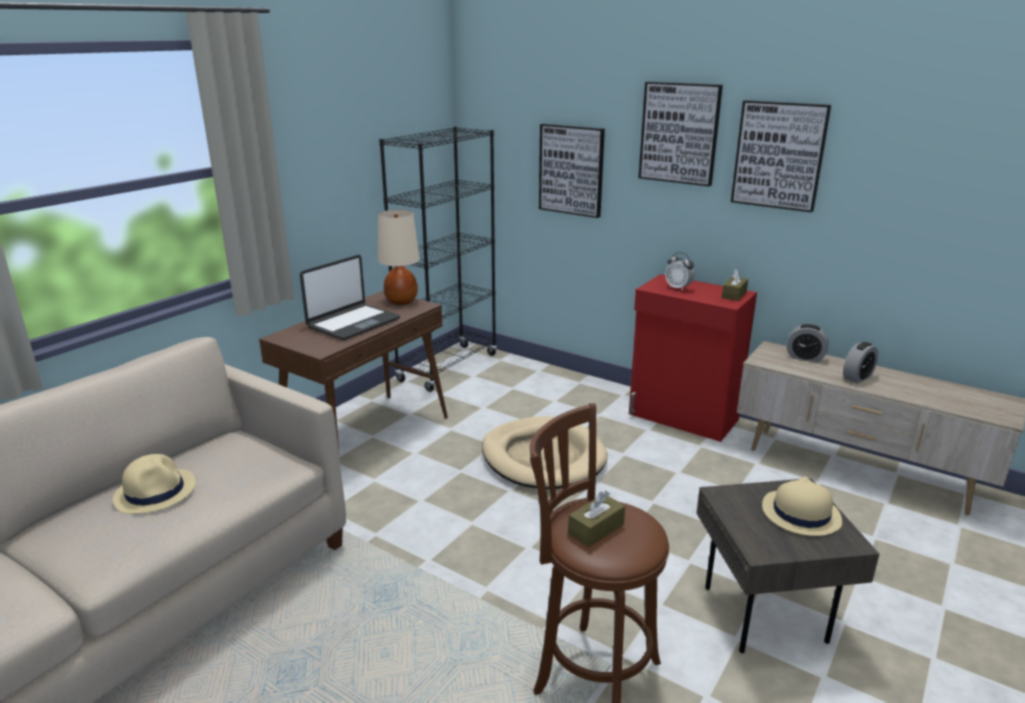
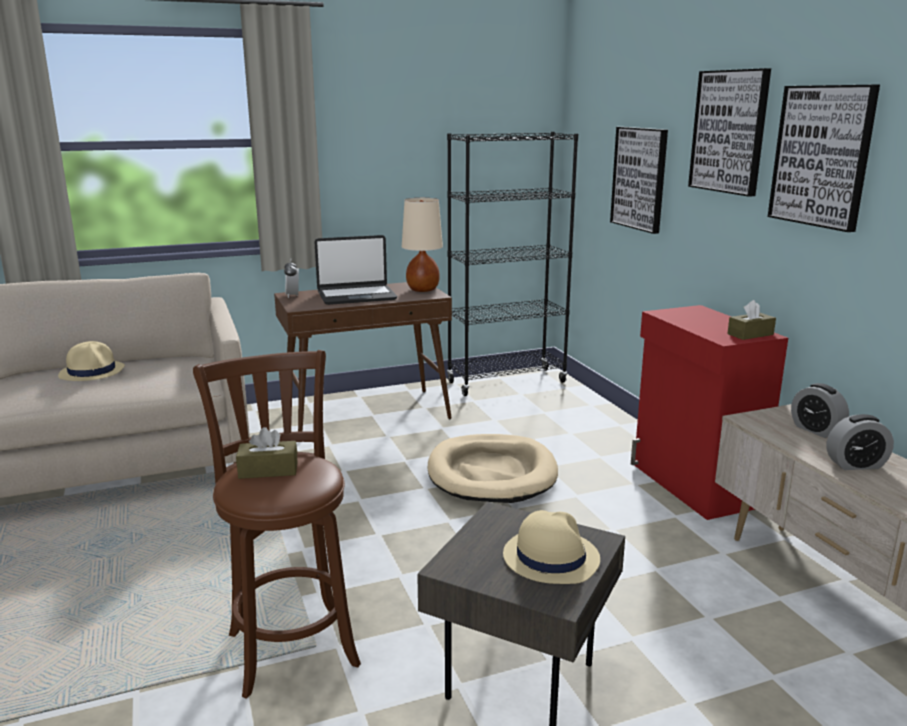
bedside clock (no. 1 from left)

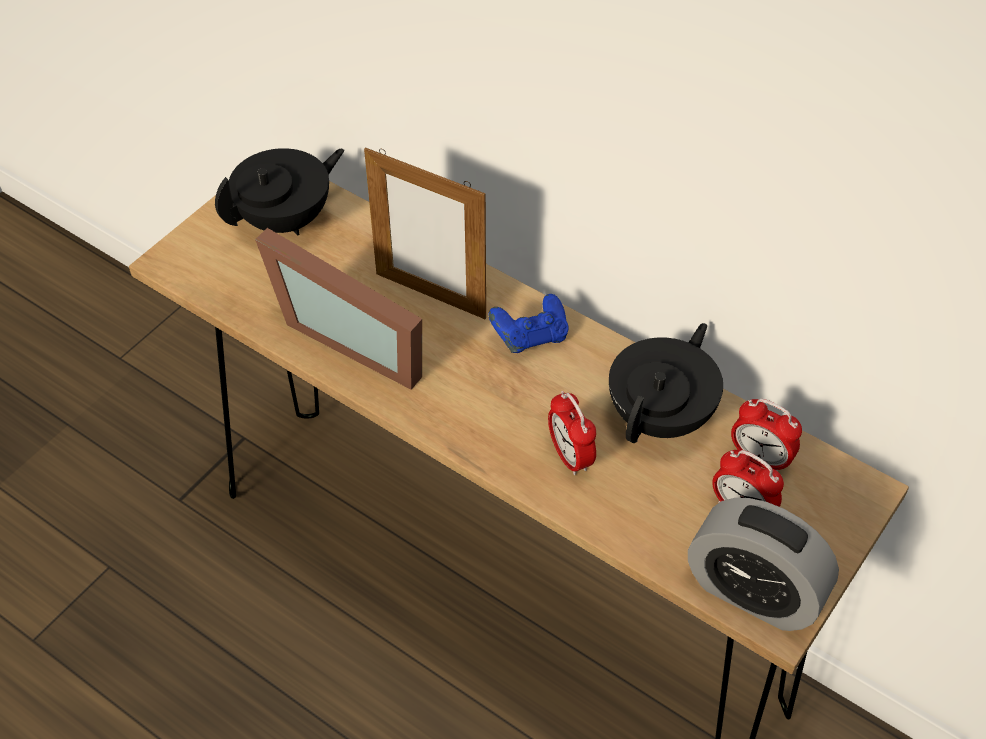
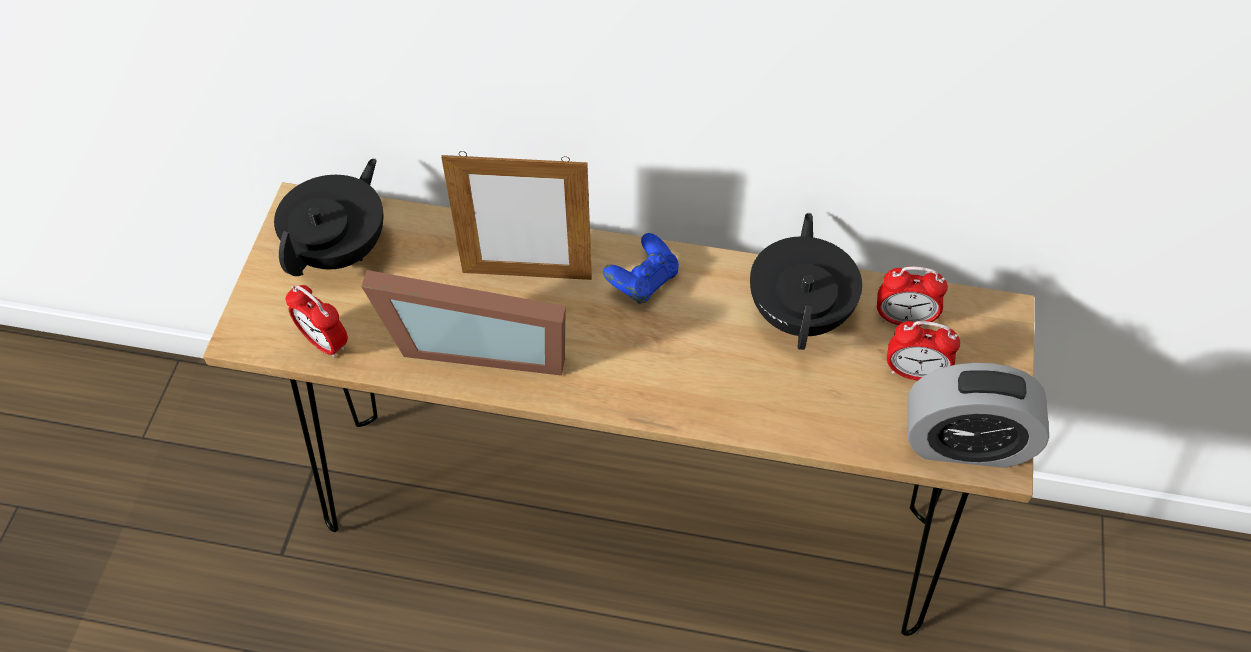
bedside clock (no. 1 from left)

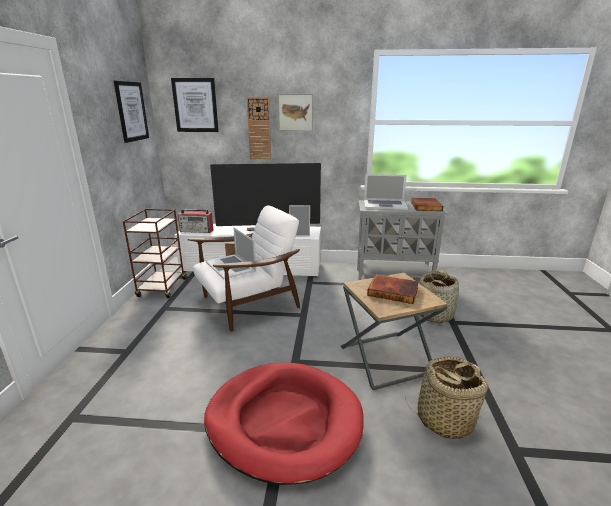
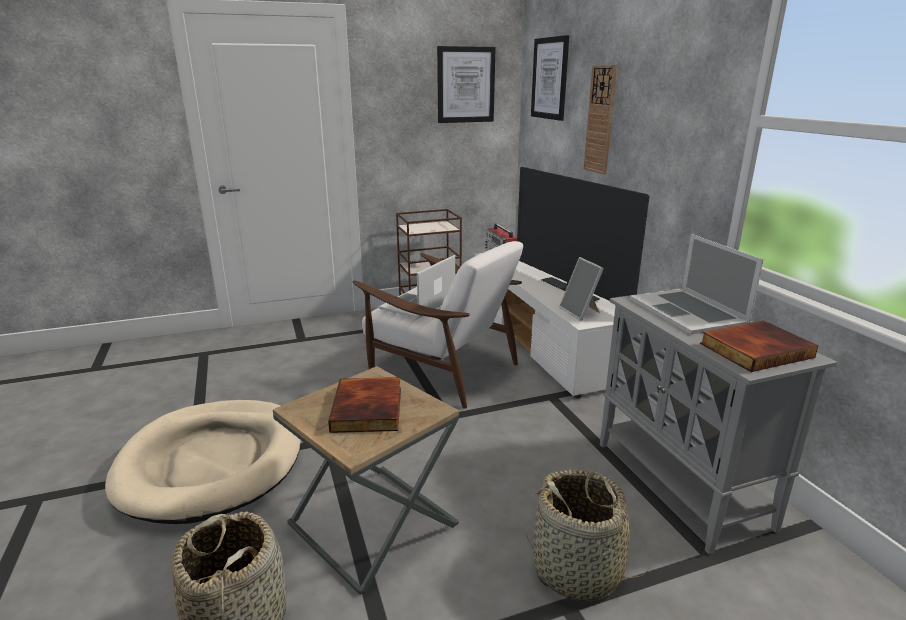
sand-coloured dog cushion
wall picture (no. 3 from left in the first image)

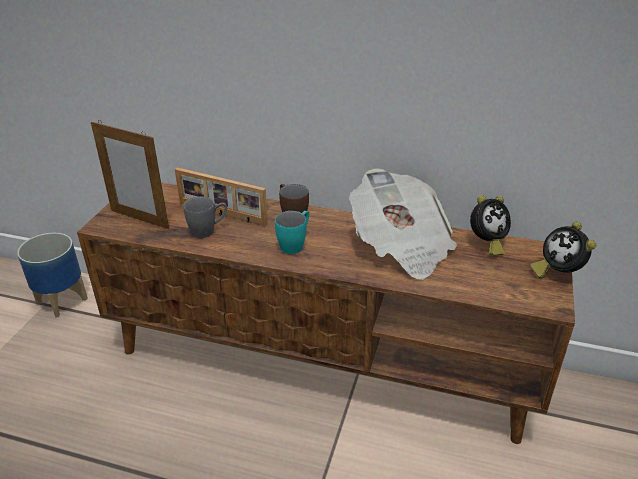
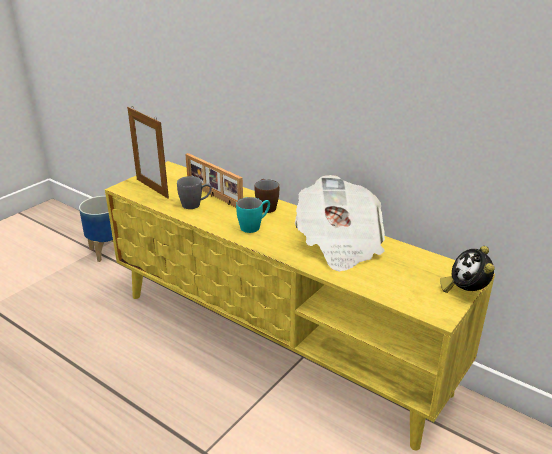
yellow tv unit
bedside clock (no. 1 from left in the first image)

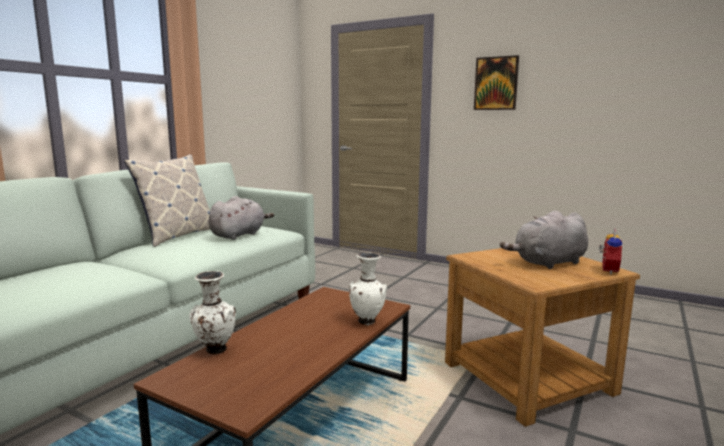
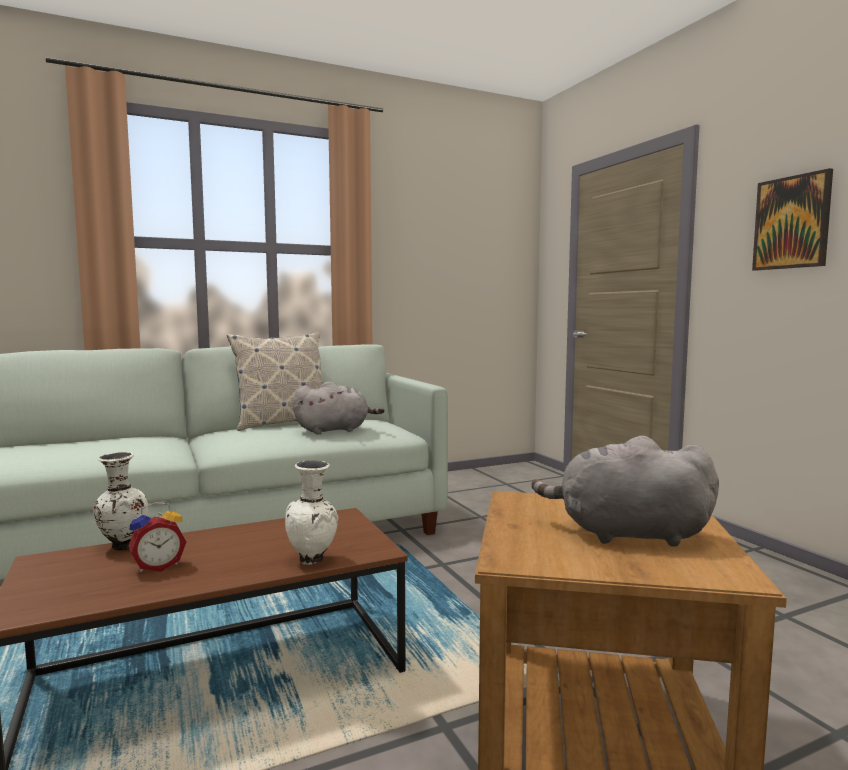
bedside clock

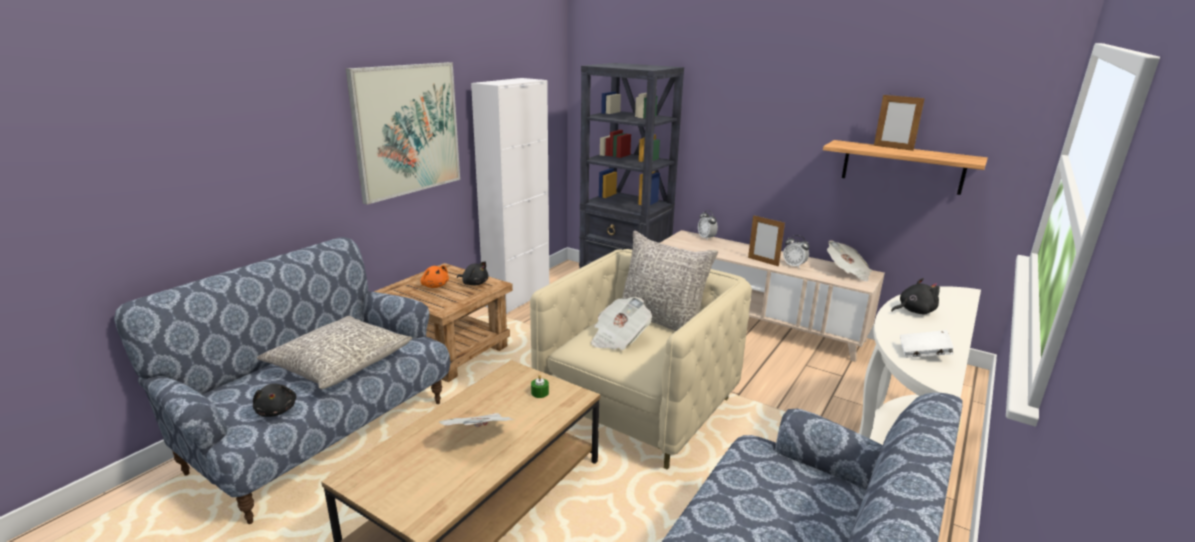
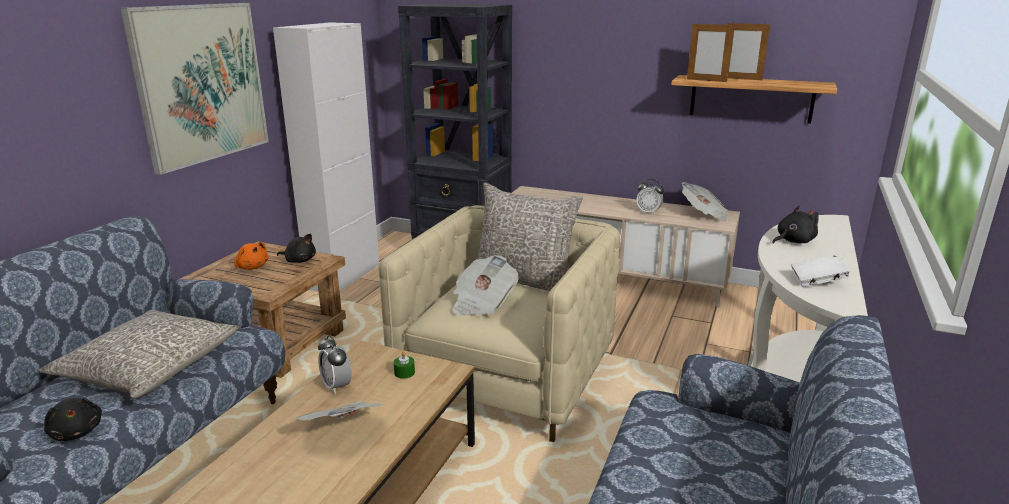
bedside clock (no. 1 from left)
standing frame (no. 1 from left)

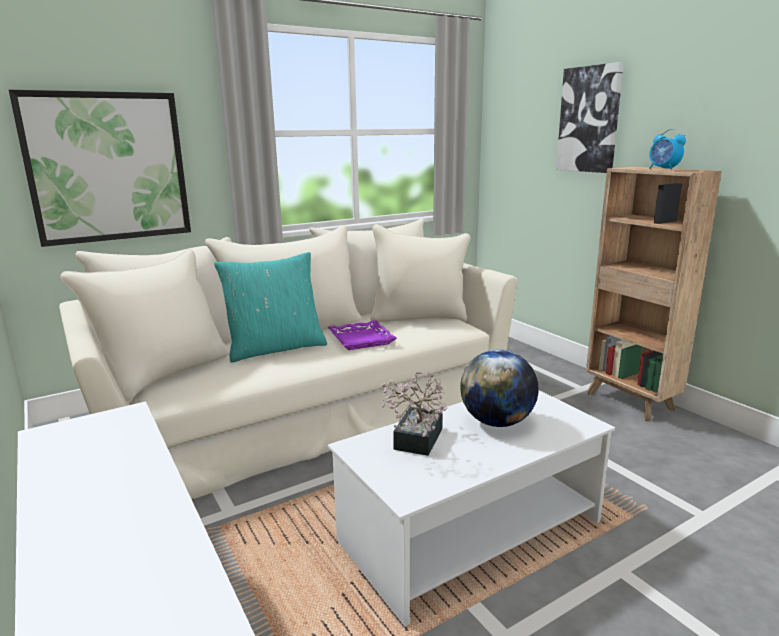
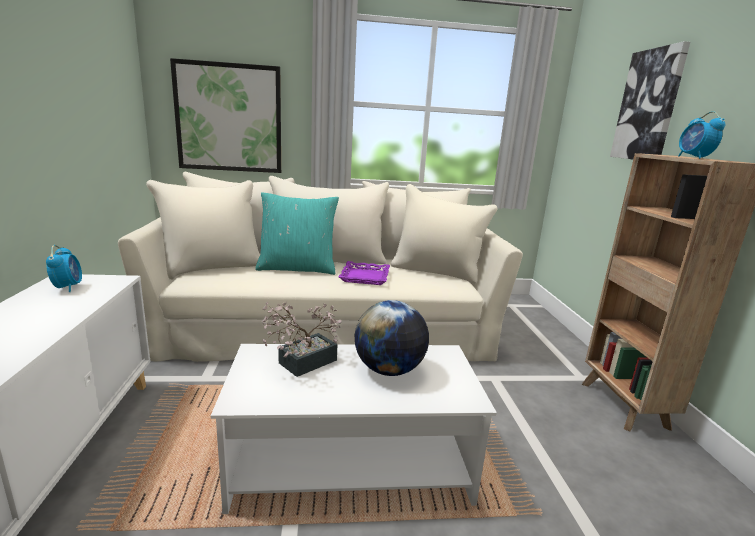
bedside clock (no. 1 from left)

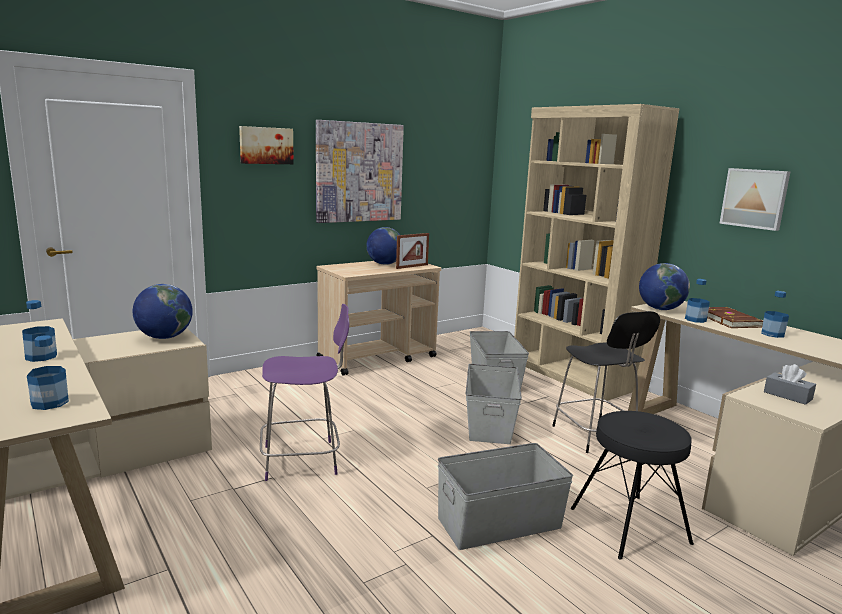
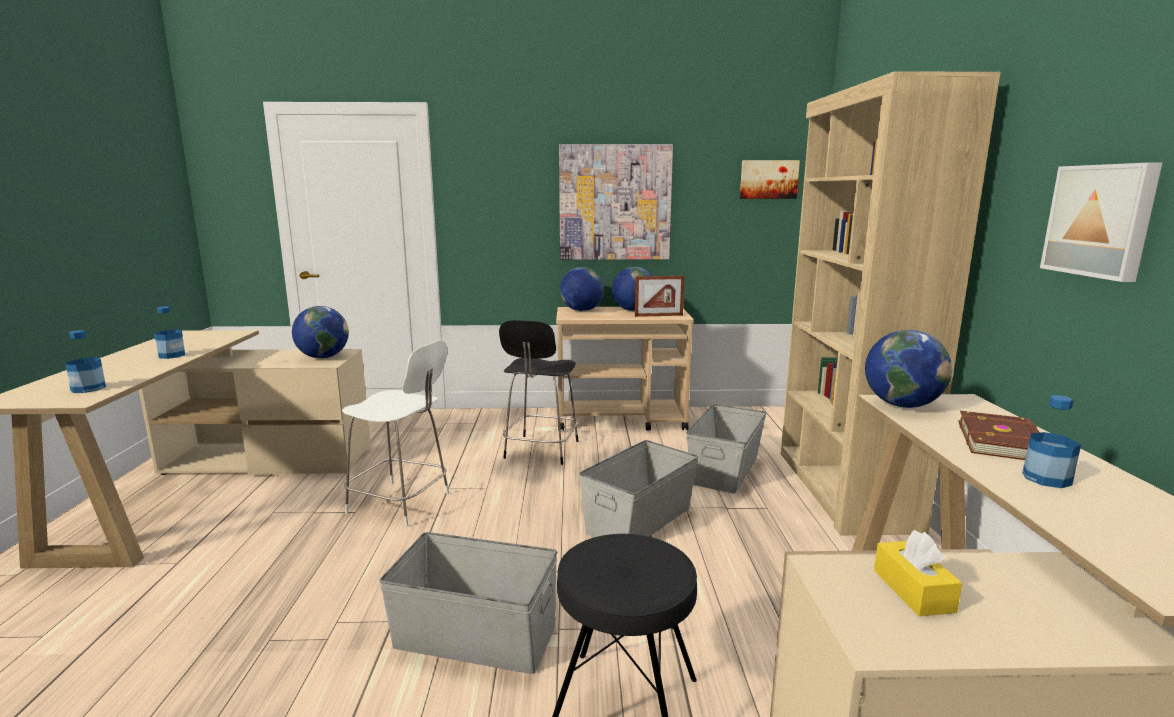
white plain chair
blackish plain chair
desk globe (no. 2 from left)
wall picture (no. 2 from left)
yellow tissue holder
drink bottle (no. 3 from left in the first image)

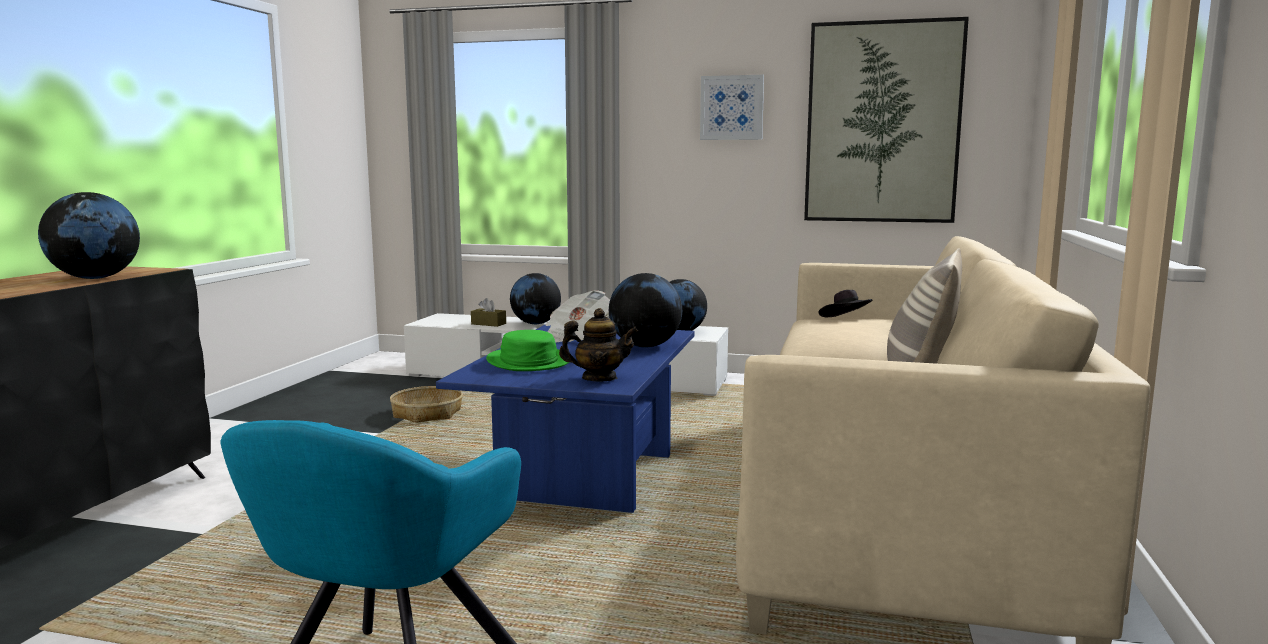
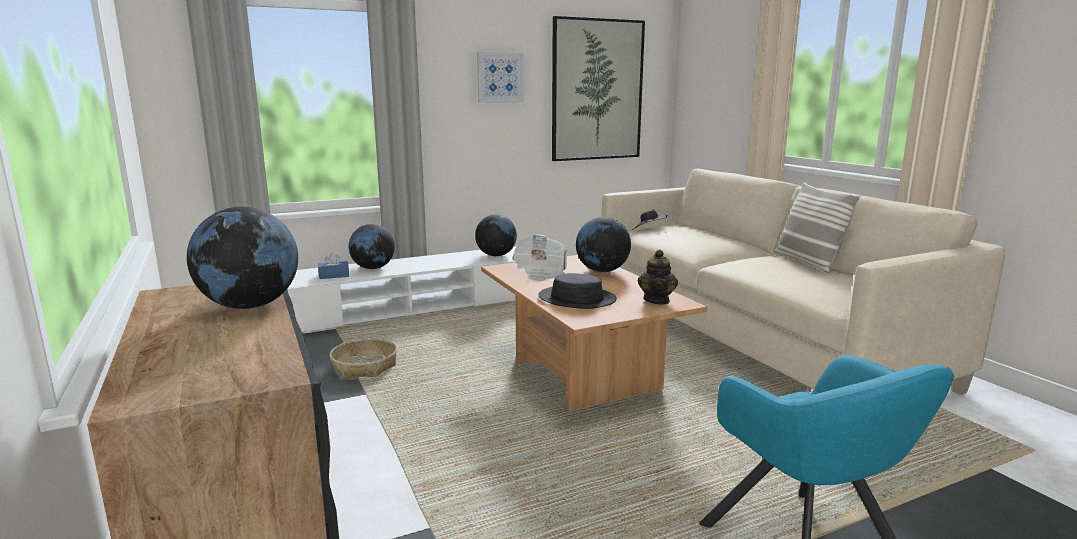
blue-coloured tissue holder
brown-coloured lounge table
blackish wearable hat (no. 1 from left)
teapot

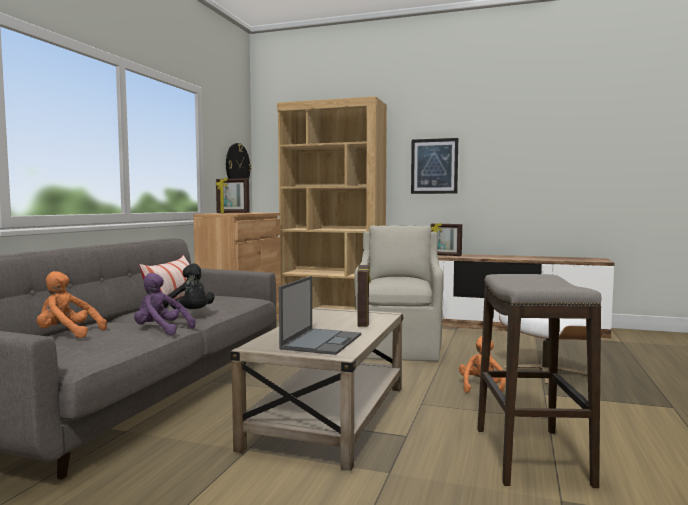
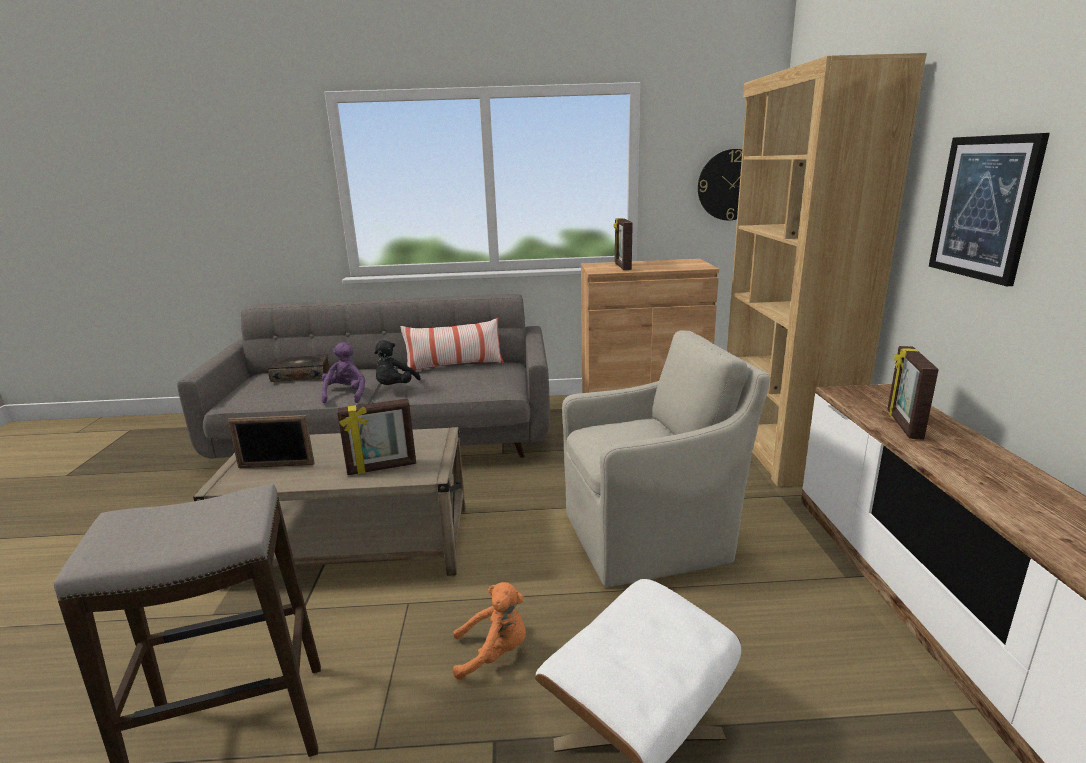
standing frame (no. 1 from left)
book

